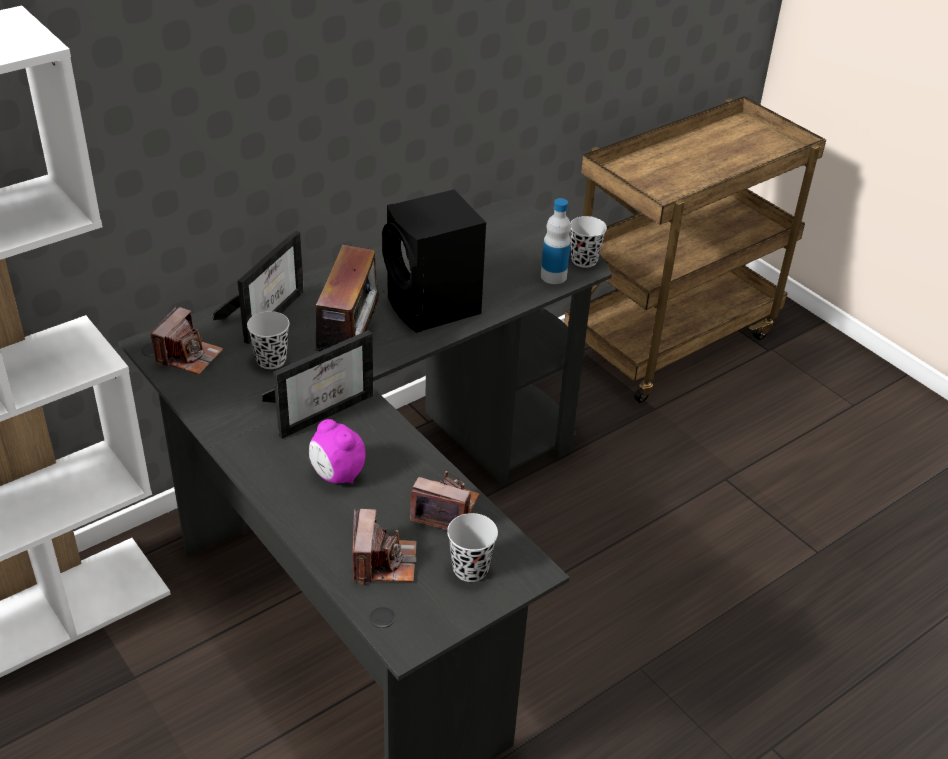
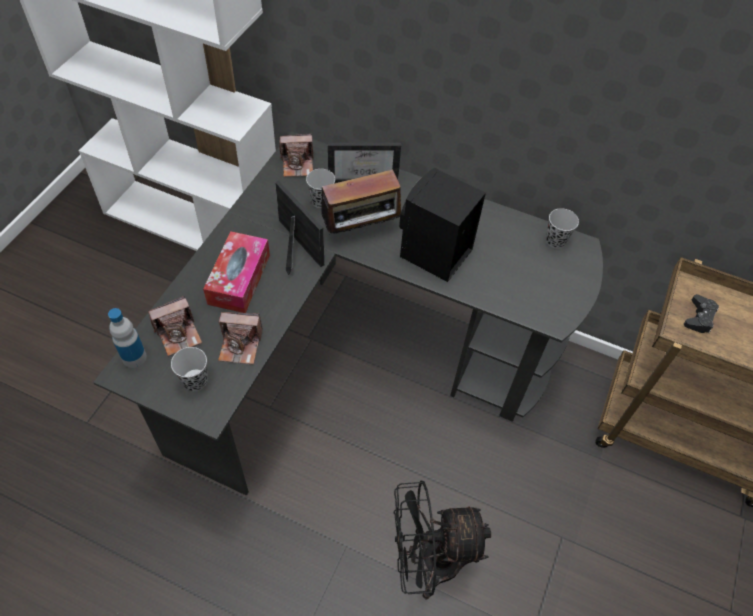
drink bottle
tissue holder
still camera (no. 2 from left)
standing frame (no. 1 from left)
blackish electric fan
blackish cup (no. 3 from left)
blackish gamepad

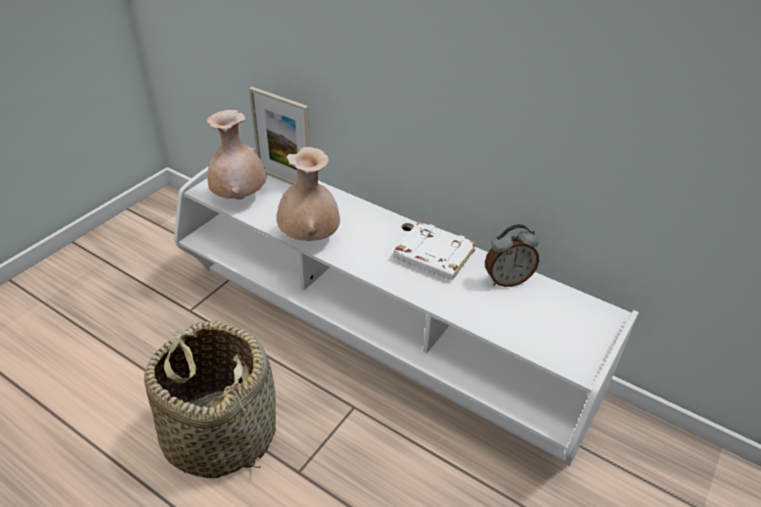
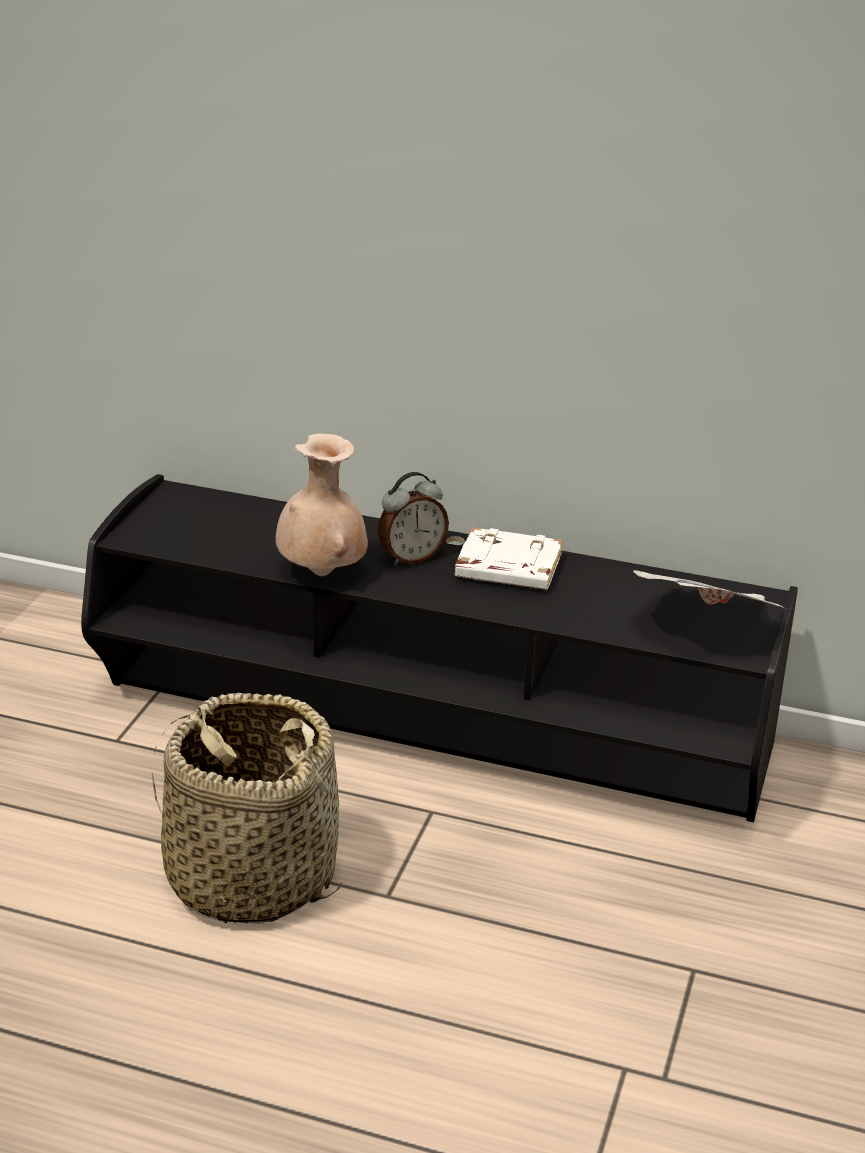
blackish tv unit
bedside clock
printed paper
sand-coloured flower vase (no. 1 from left in the first image)
standing frame

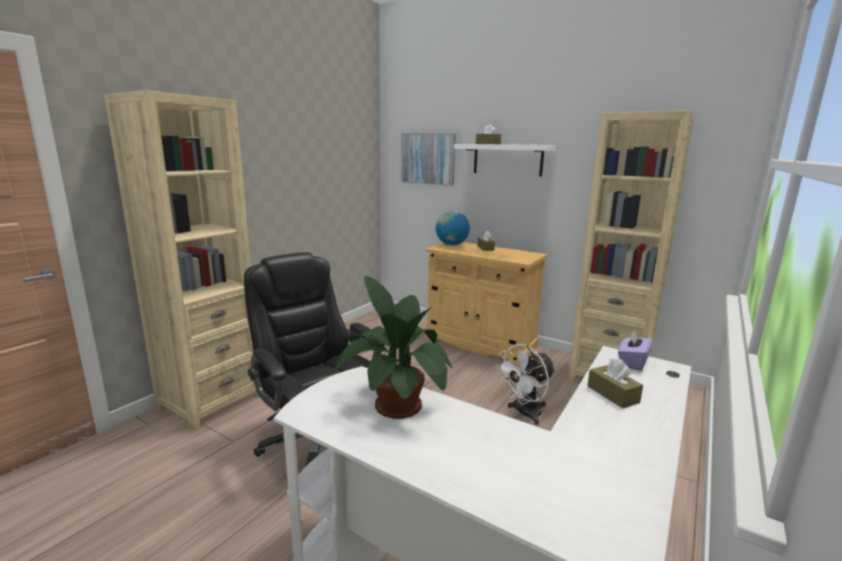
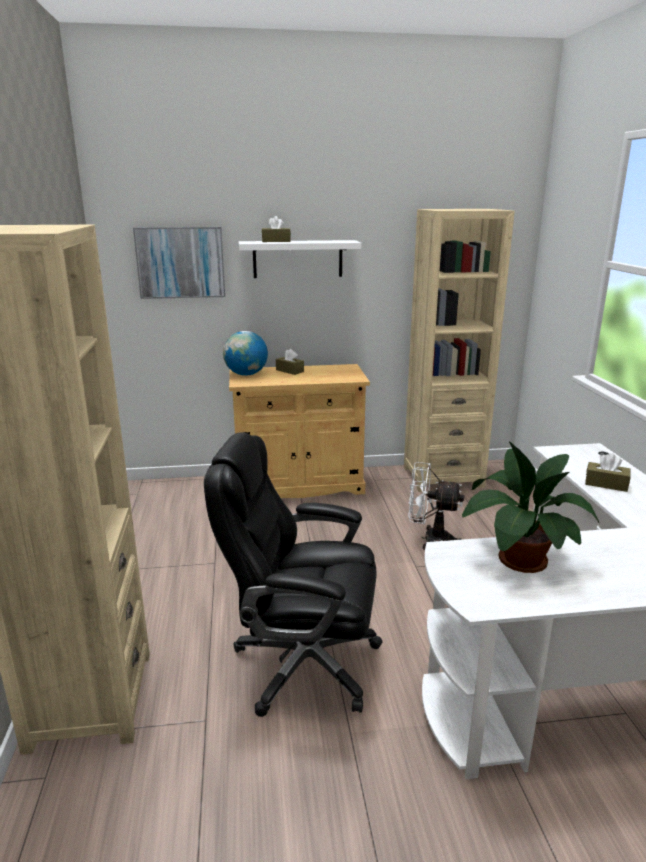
white electric fan
purplish tissue holder

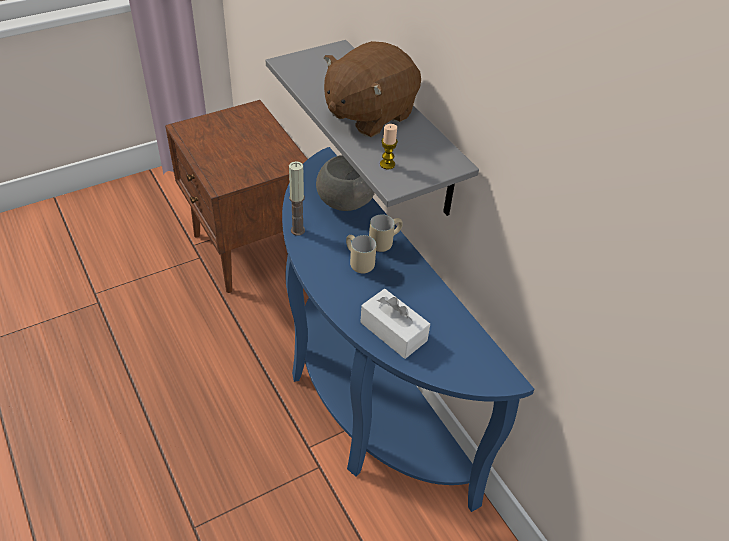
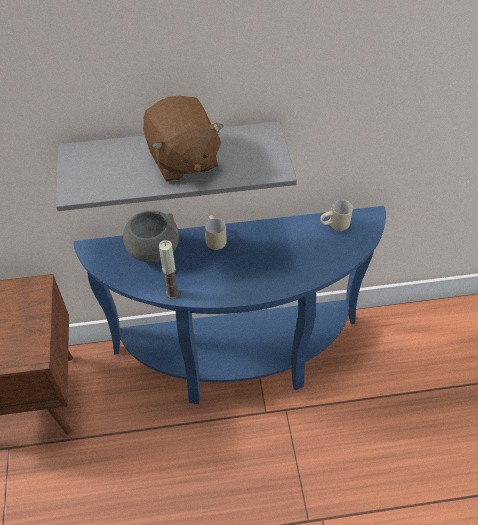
sand-coloured tea mug (no. 2 from left)
white tissue holder
wax light (no. 2 from left in the first image)

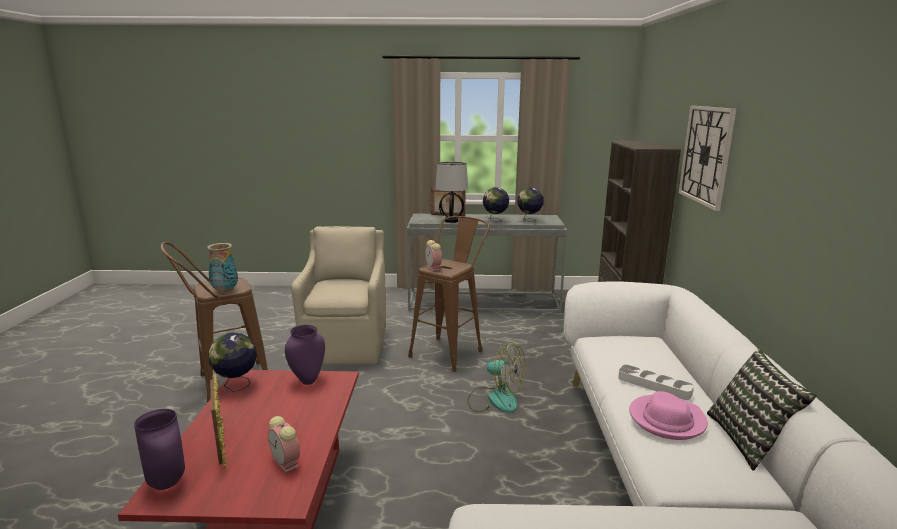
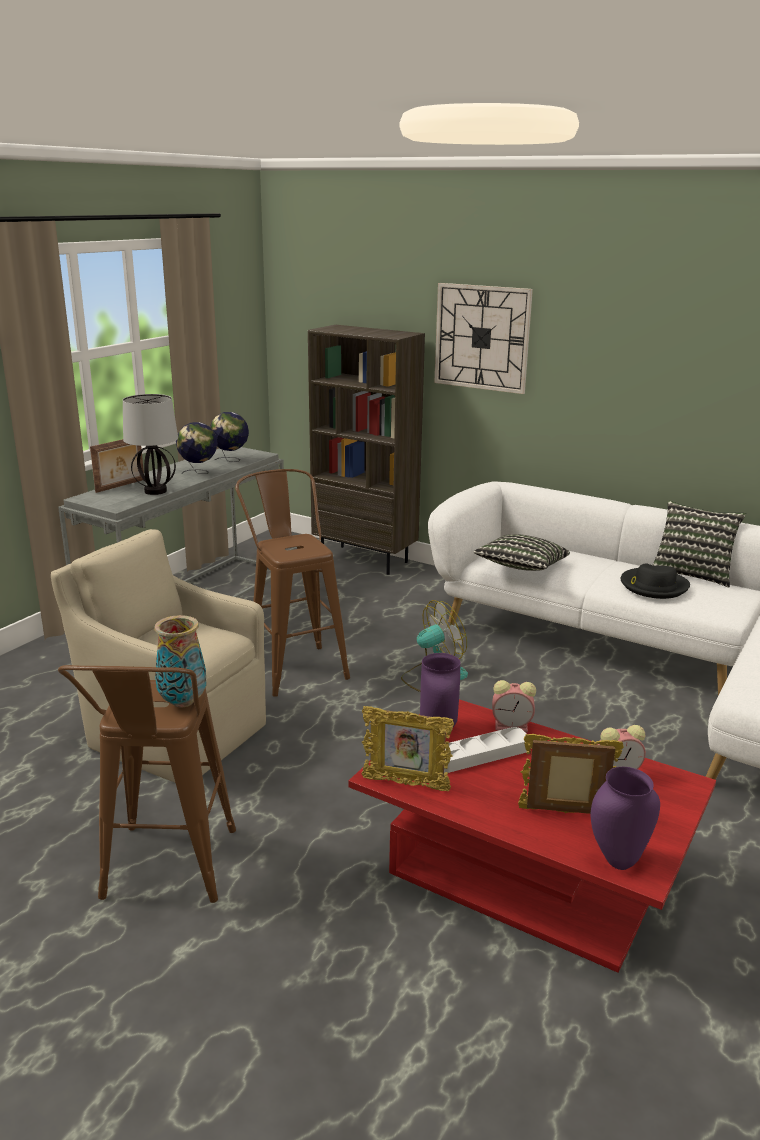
standing frame (no. 2 from left)
white serving tray
throw pillow (no. 1 from left)
bedside clock (no. 1 from left)
blackish wearable hat

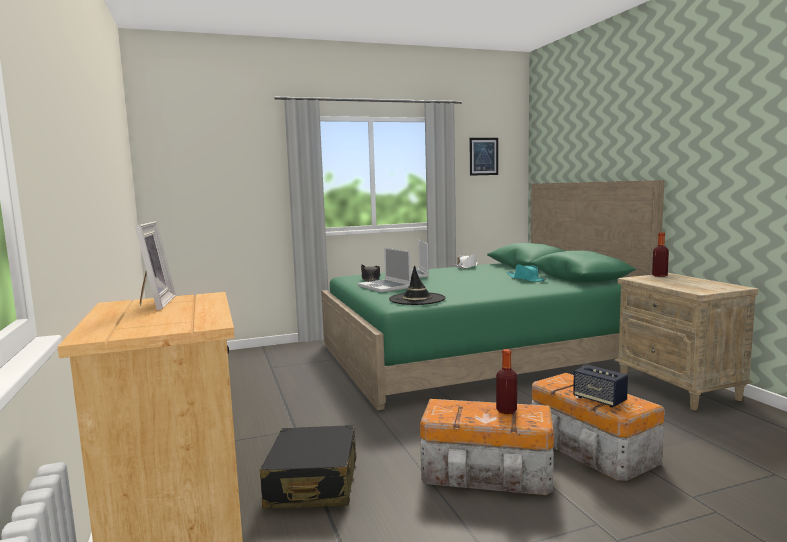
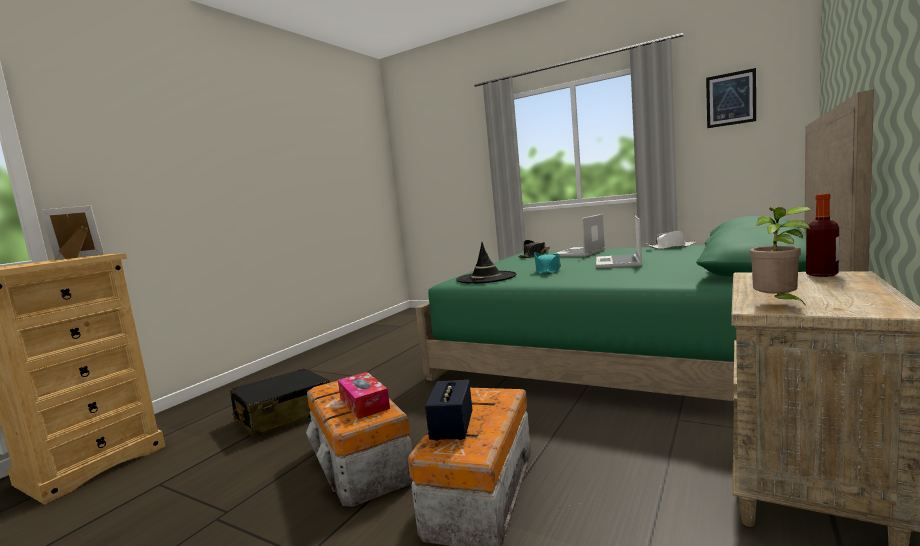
standing frame
tissue holder
blue-green wearable hat
notebook computer (no. 2 from left)
potted plant

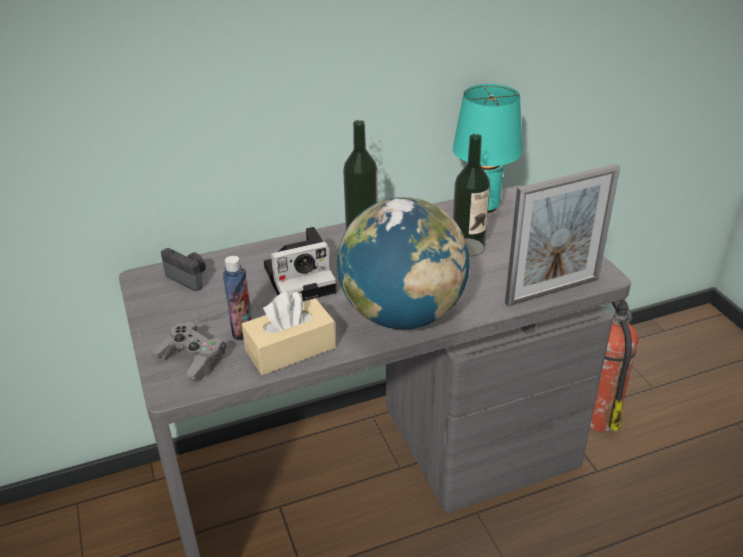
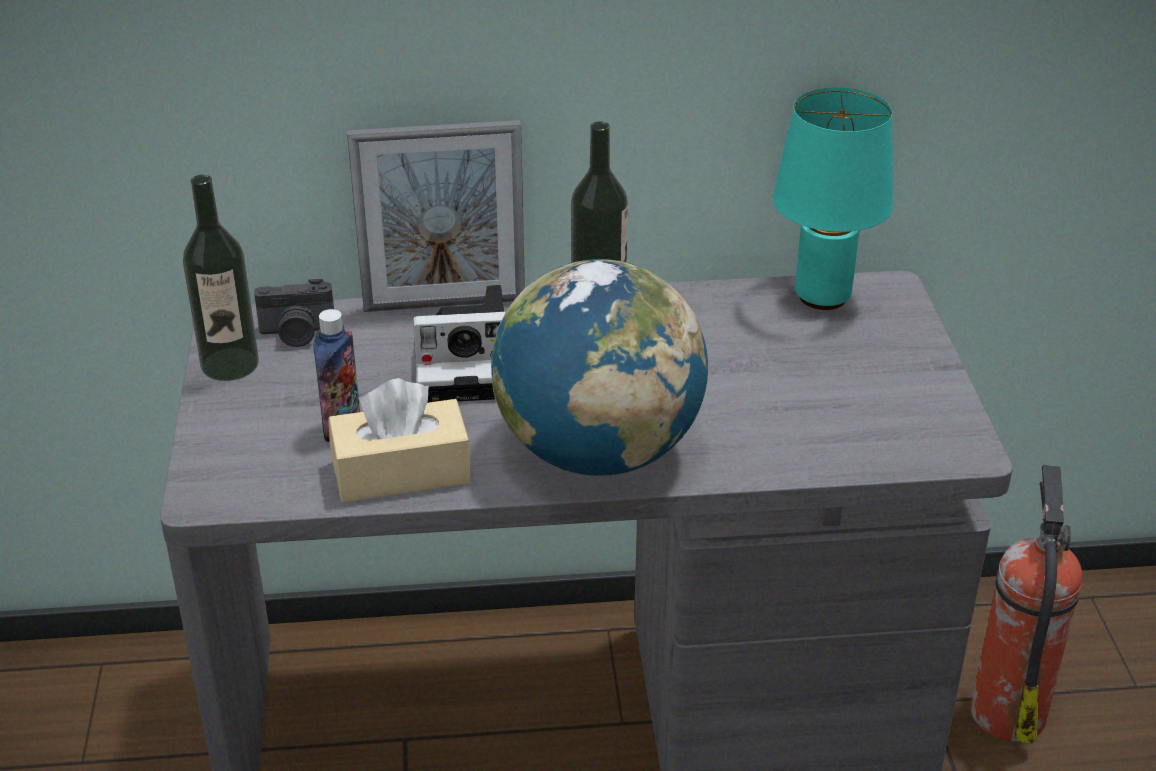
drink bottle (no. 1 from left)
still camera (no. 1 from left)
standing frame
gray gamepad

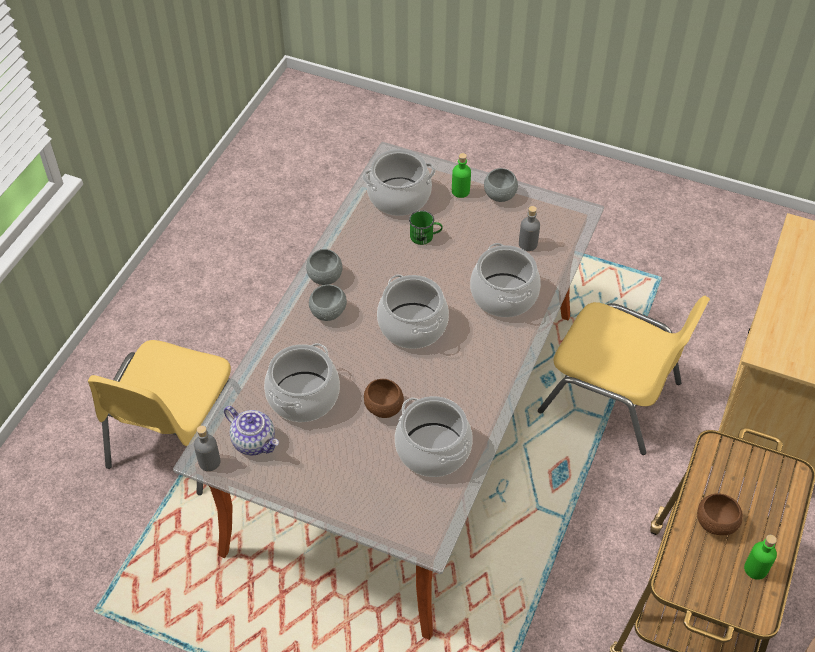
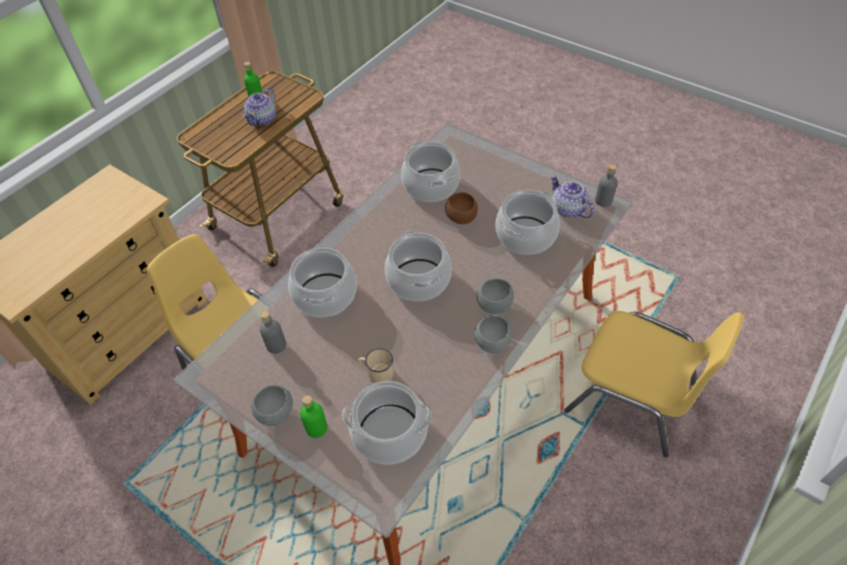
teapot (no. 1 from left)
sand-coloured tea mug
yellow plain chair (no. 2 from left)

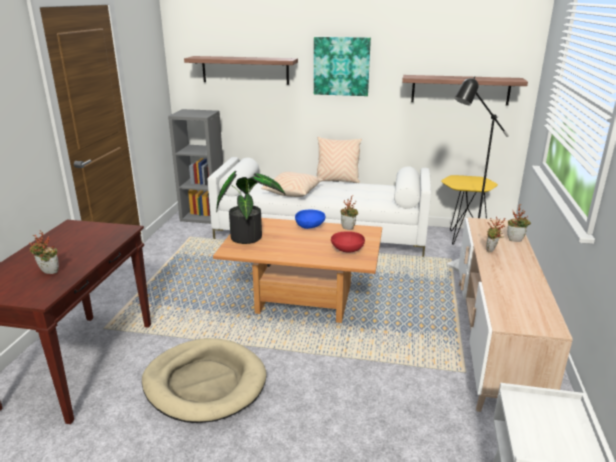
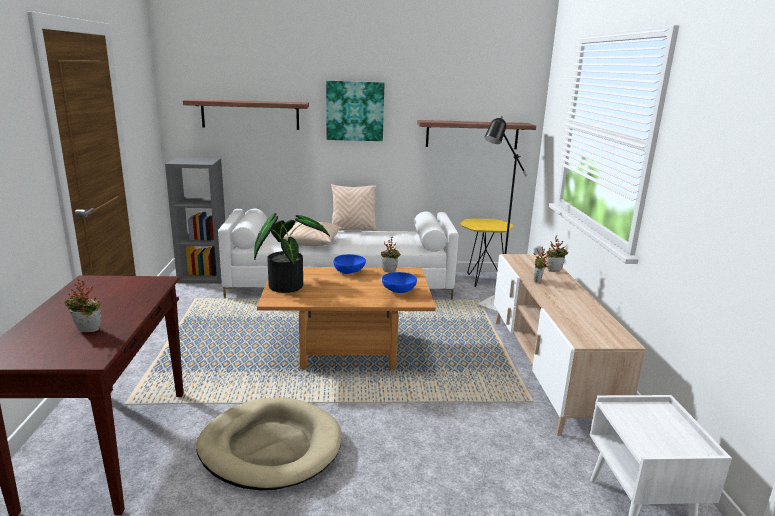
blue-coloured bowl (no. 2 from left)

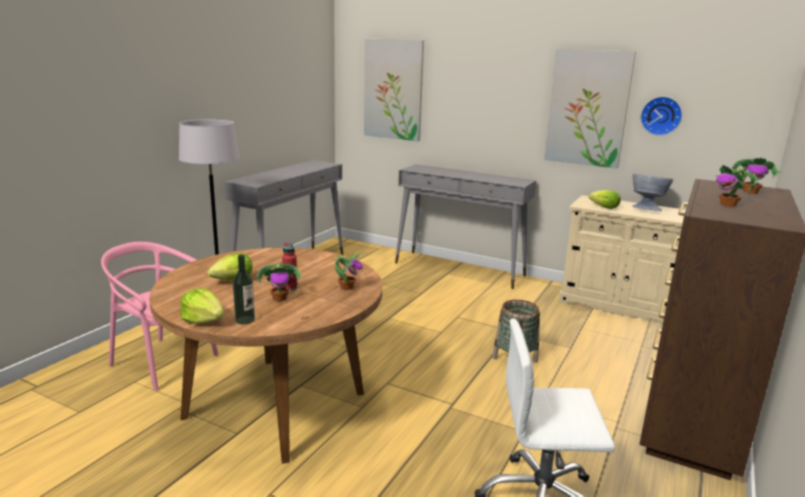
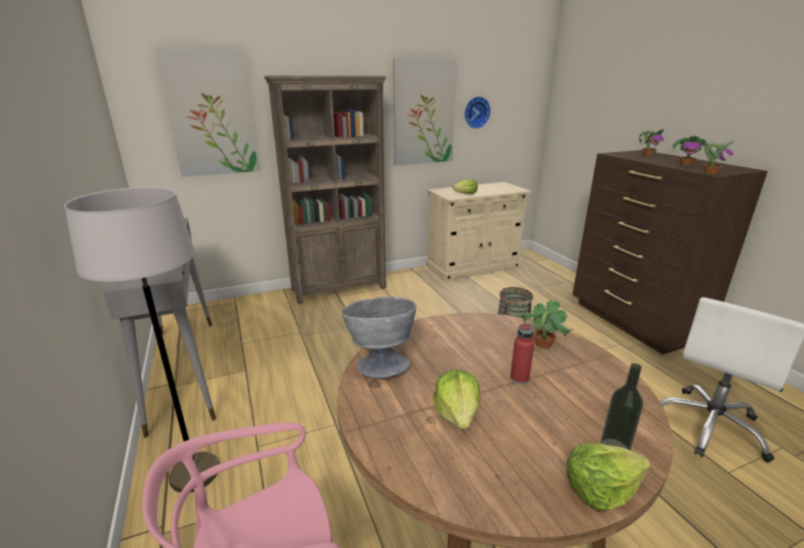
brown-coloured shelving unit
gray bowl
potted plant (no. 4 from left)

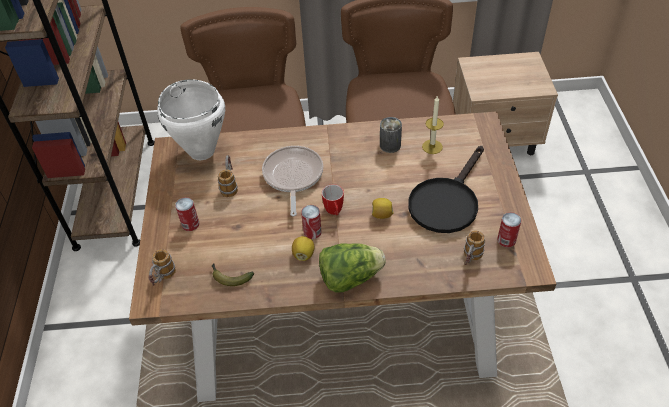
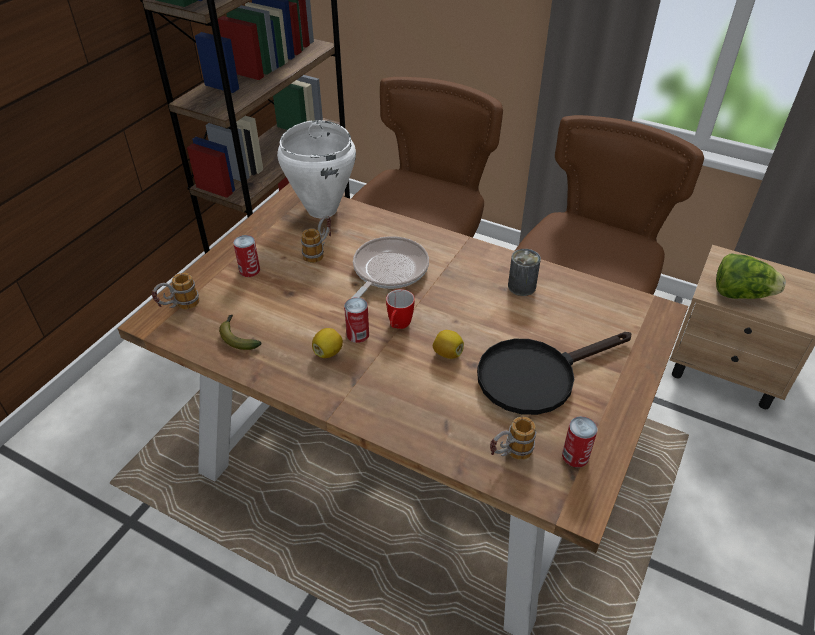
head of lettuce
wax light

